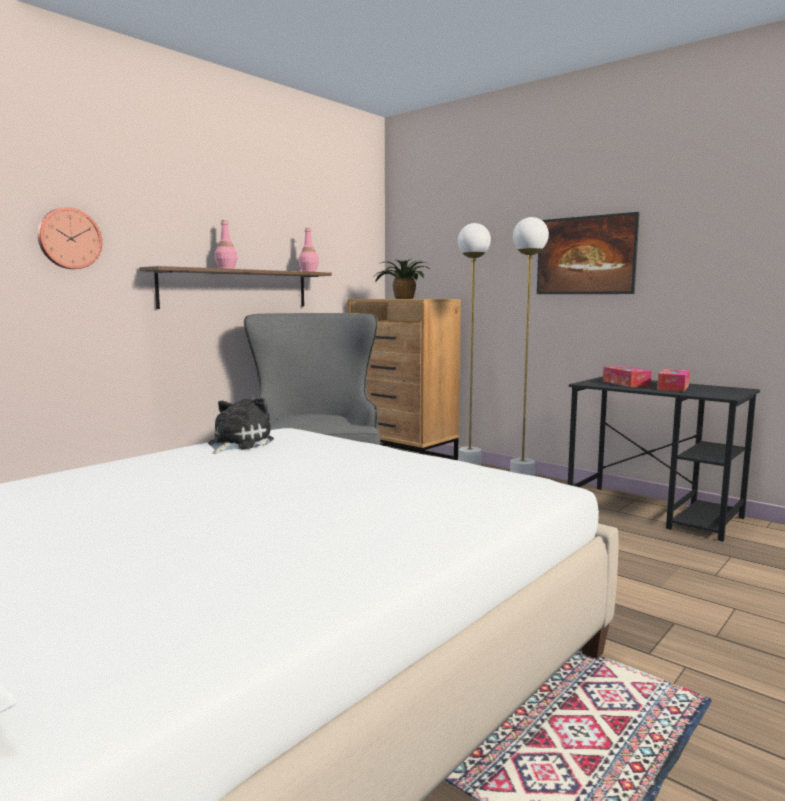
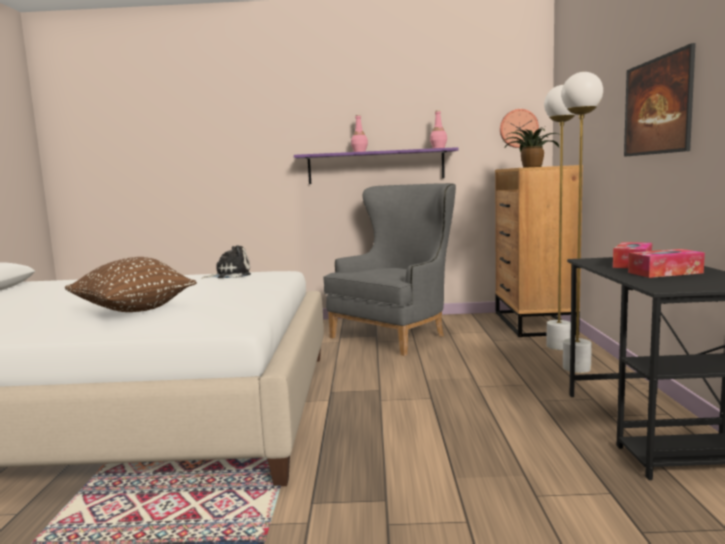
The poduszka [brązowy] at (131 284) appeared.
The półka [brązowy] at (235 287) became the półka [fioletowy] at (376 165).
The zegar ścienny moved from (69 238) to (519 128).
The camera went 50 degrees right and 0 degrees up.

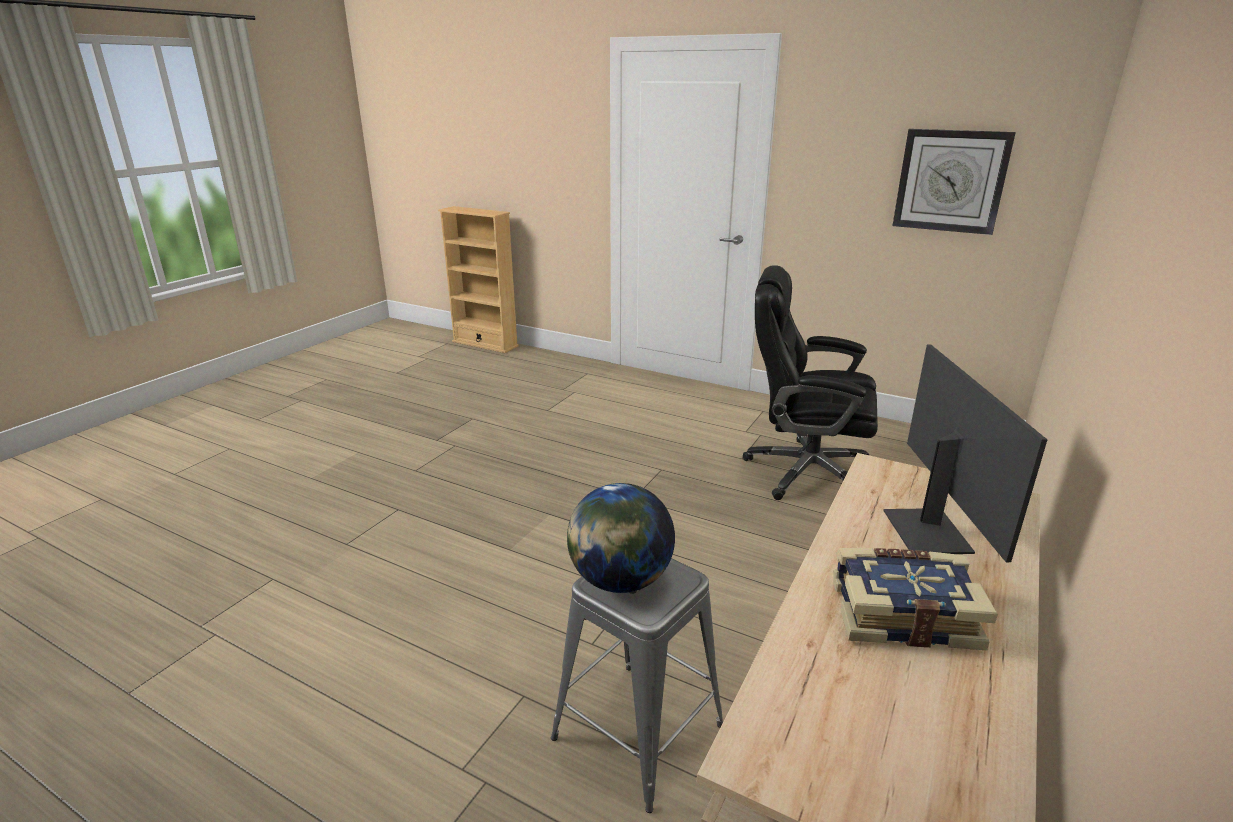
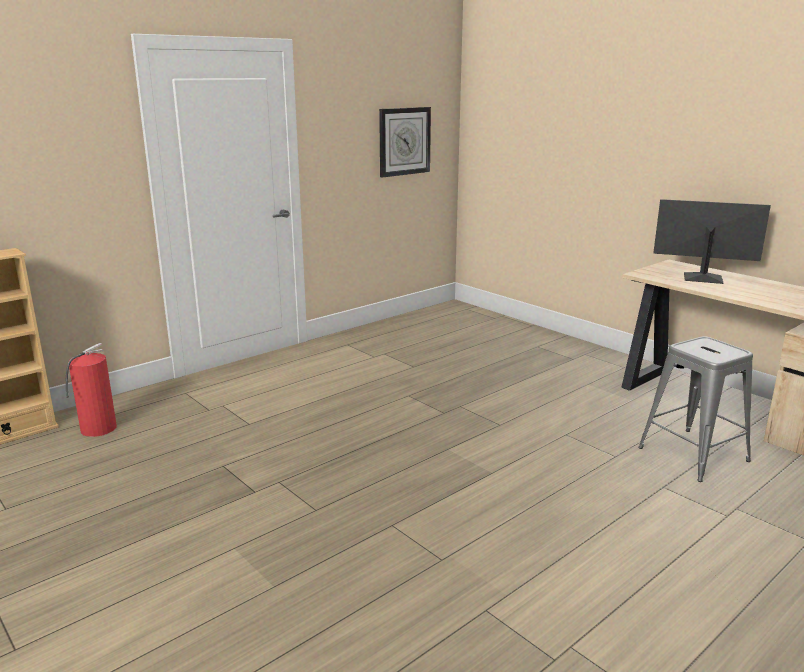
The gaśnica at (91 390) appeared.
The globus at (621 538) disappeared.
The krzesło biurowe [czarny] at (810 382) disappeared.
The książka at (915 599) disappeared.
The camera went 70 degrees left and 5 degrees down.

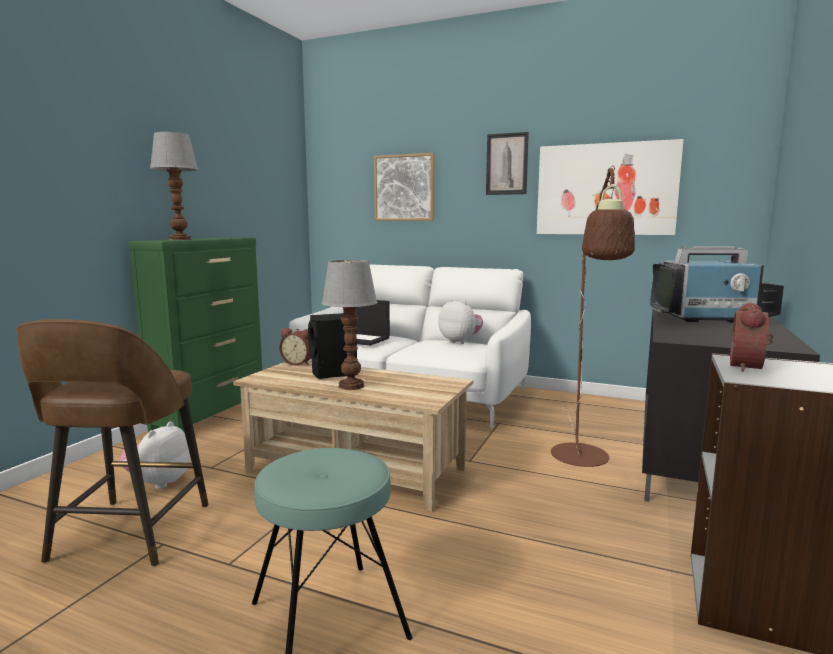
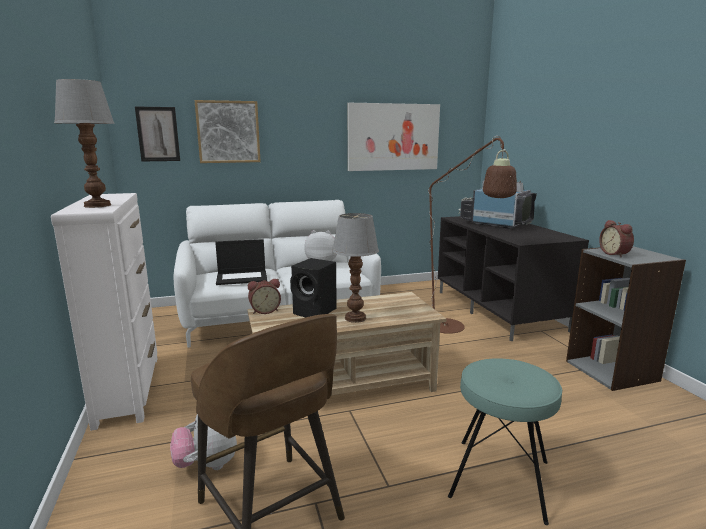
The komoda [zielony] at (195 335) became the komoda [biały] at (104 312).
The obraz moved from (507 163) to (157 134).
The telewizor at (717 284) turned 105 degrees counterclockwise.
The camera went 40 degrees left and 5 degrees up.

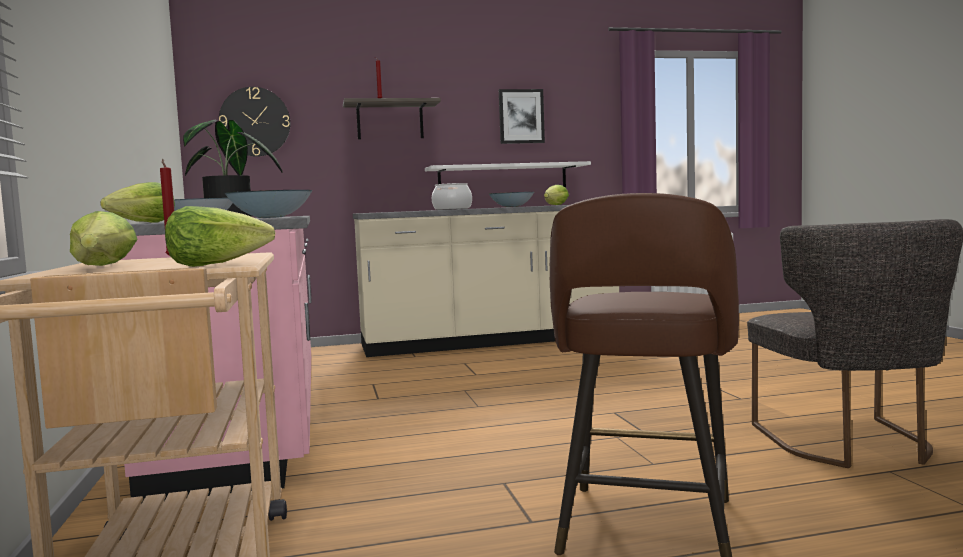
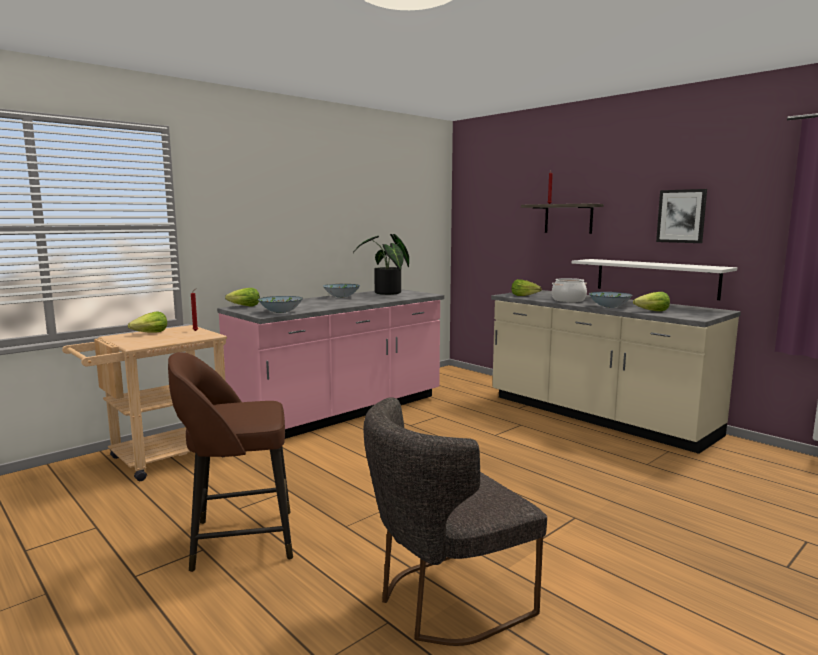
The sałata moved from (220 236) to (526 287).
The zegar ścienny at (254 122) disappeared.
The camera went 60 degrees right and 5 degrees up.

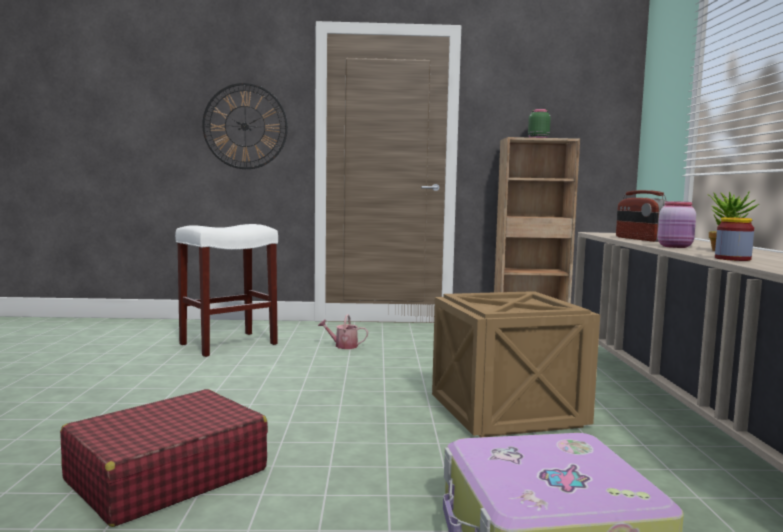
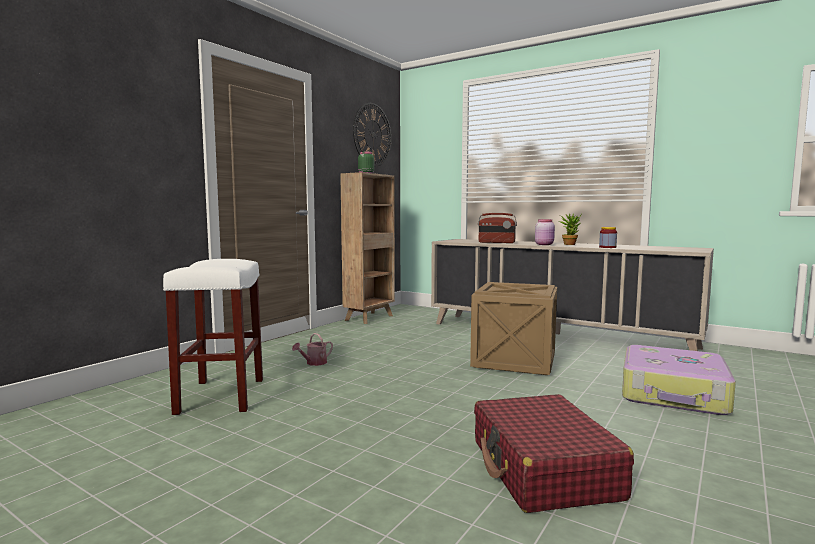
The zegar ścienny moved from (245 126) to (372 135).
The camera went 55 degrees left and 0 degrees up.

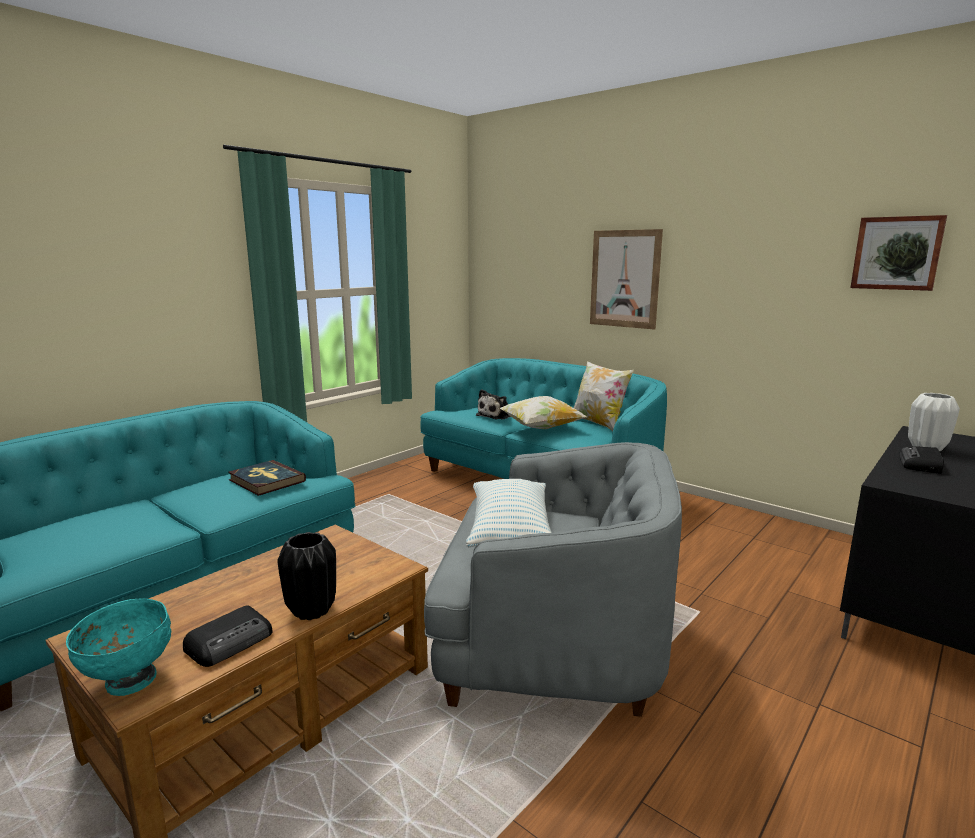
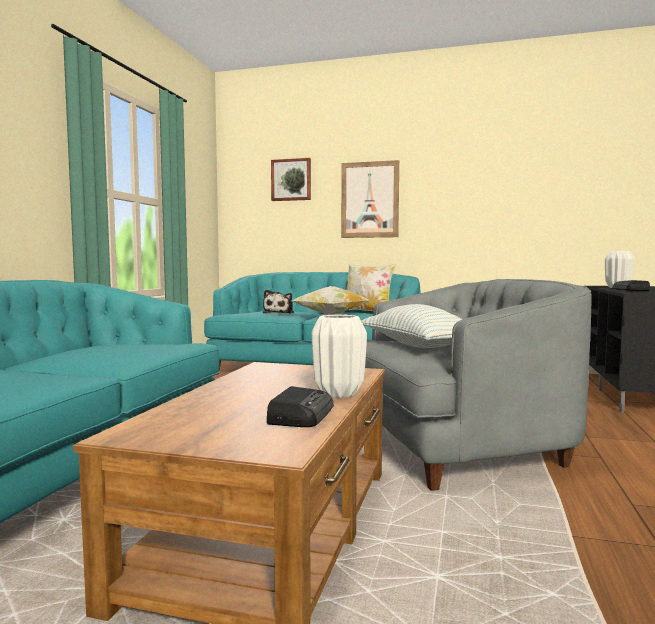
The obraz moved from (898 253) to (291 179).
The wazon [czarny] at (306 576) became the wazon [biały] at (339 356).
The miska [turkusowy] at (118 647) disappeared.
The książka at (267 478) disappeared.
The camera went 25 degrees left and 10 degrees down.

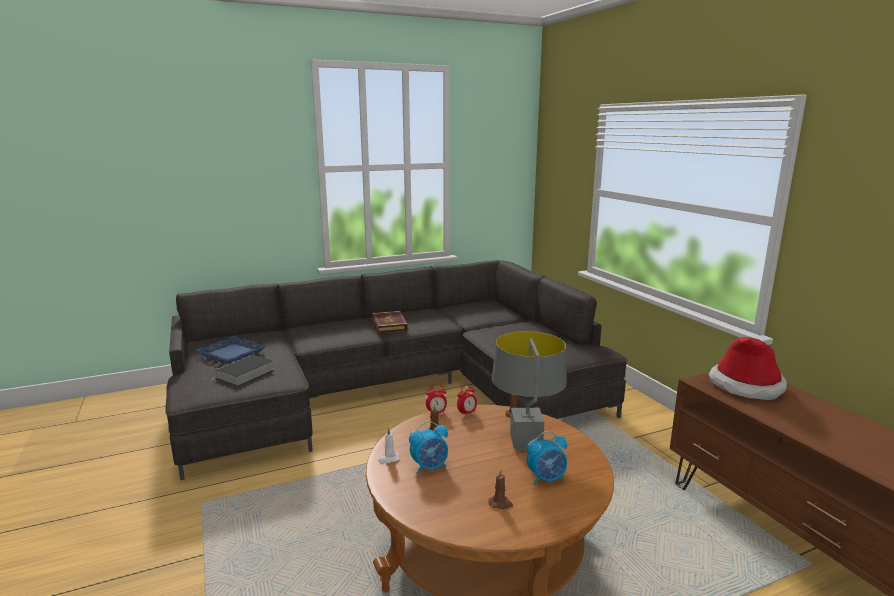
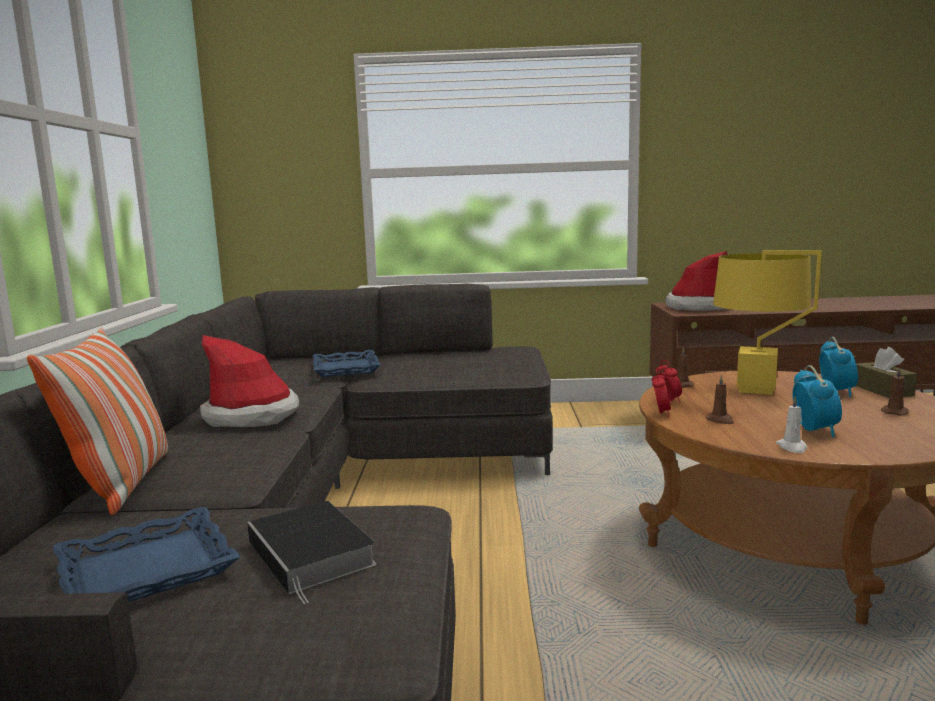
The poduszka at (97 421) appeared.
The książka at (390 322) was replaced by the kapelusz at (249 381).
The taca [niebieski] at (346 363) appeared.
The lampa stołowa [szary] at (529 391) became the lampa stołowa [żółty] at (767 322).
The pudełko chusteczek [brązowy] at (886 372) appeared.
The camera went 65 degrees left and 5 degrees down.

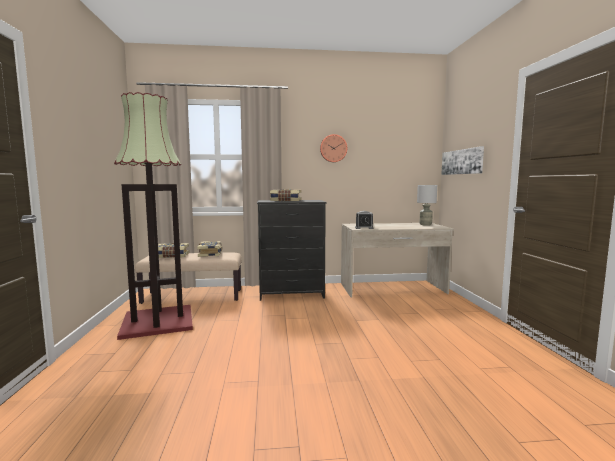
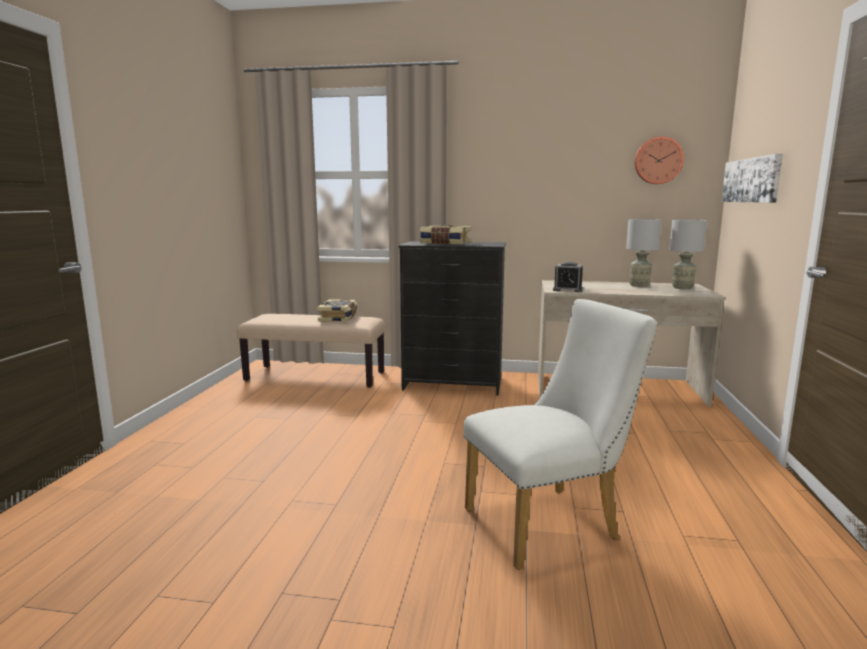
The krzesło [biały] at (560 434) appeared.
The lampa stołowa [szary] at (644 253) appeared.
The zegar ścienny moved from (333 148) to (659 160).
The lampa stojąca at (153 216) disappeared.
The książka at (173 250) disappeared.
The camera went 15 degrees right and 5 degrees up.

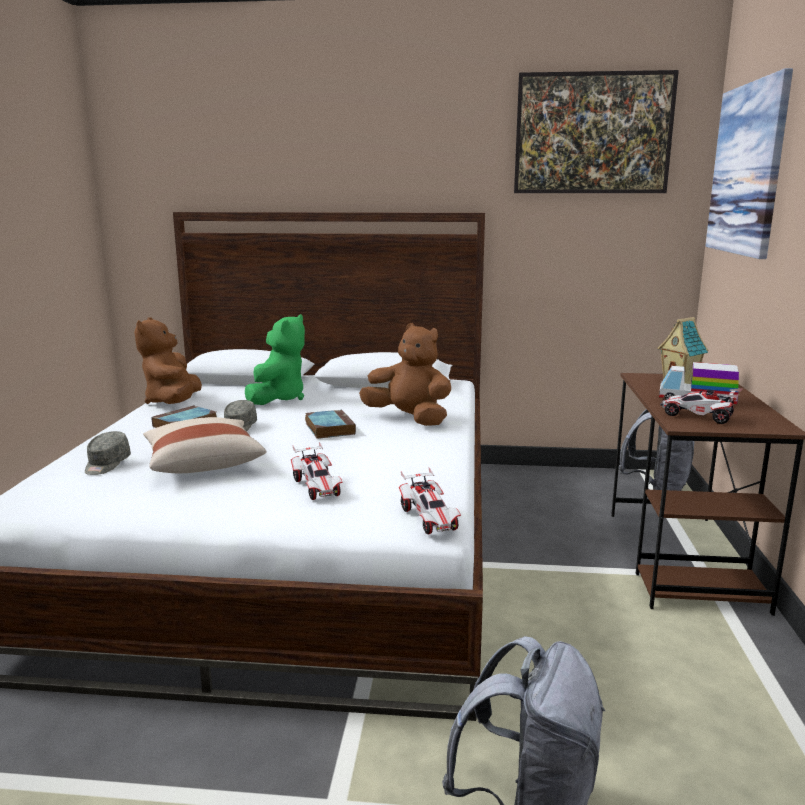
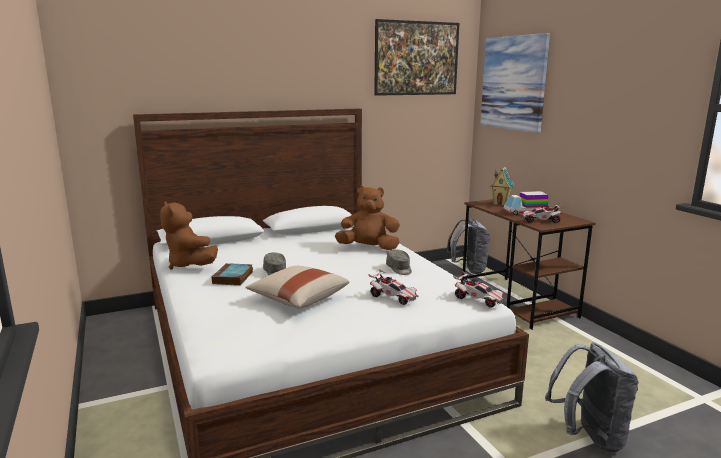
The czapka z daszkiem [szary] moved from (108 453) to (399 262).
The pluszak [zielony] at (275 359) disappeared.
The książka at (330 424) disappeared.
The camera went 30 degrees left and 0 degrees up.

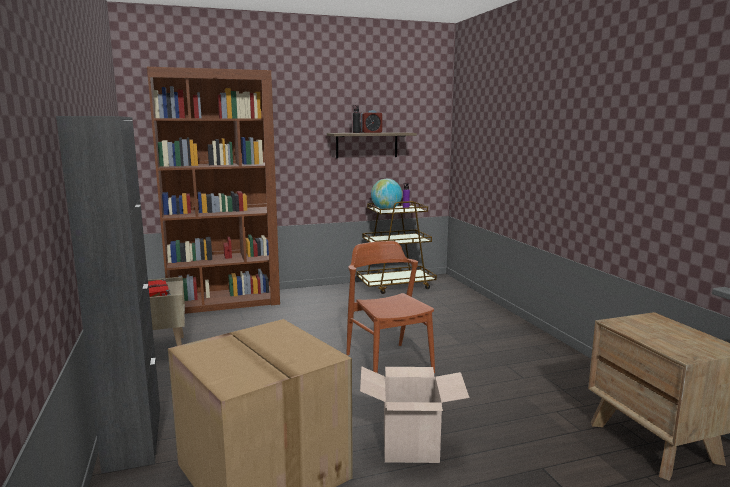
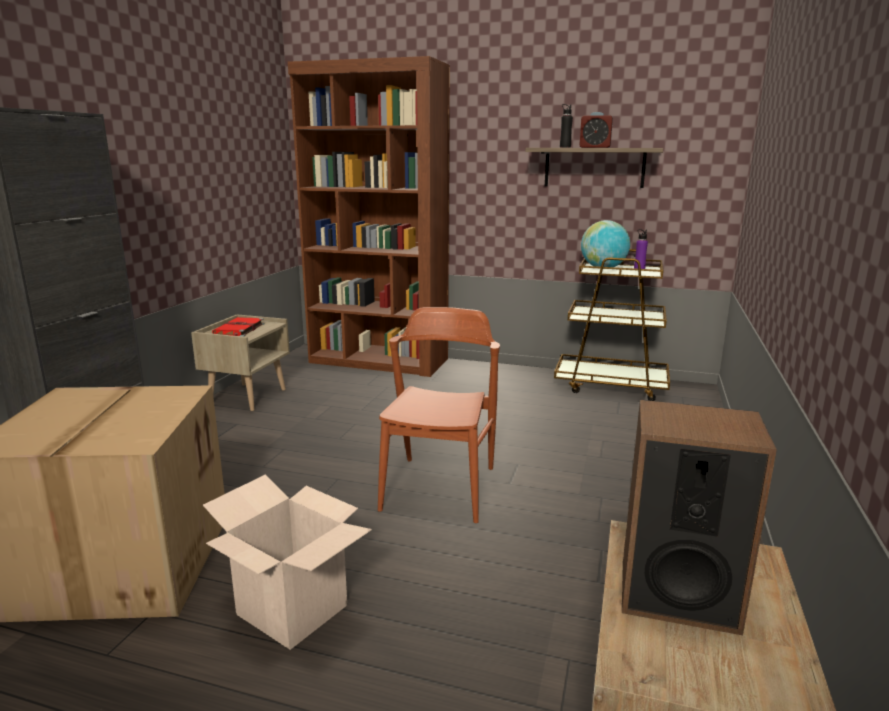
The głośnik at (699 517) appeared.
The camera went 35 degrees right and 5 degrees up.

